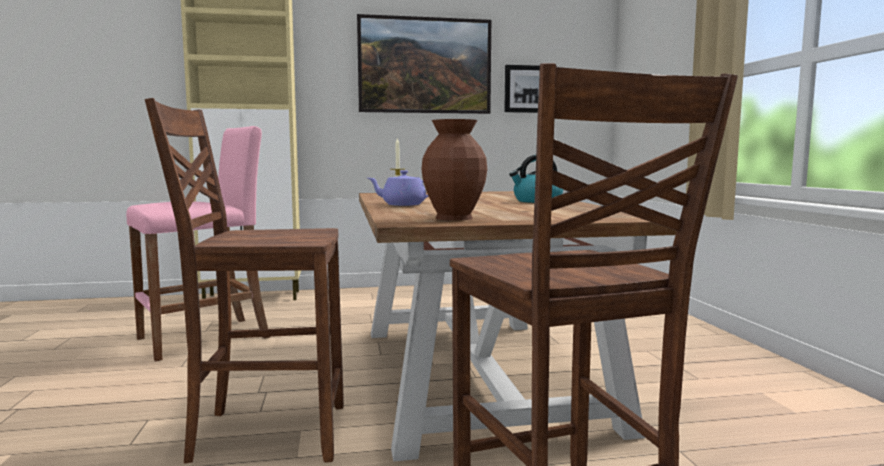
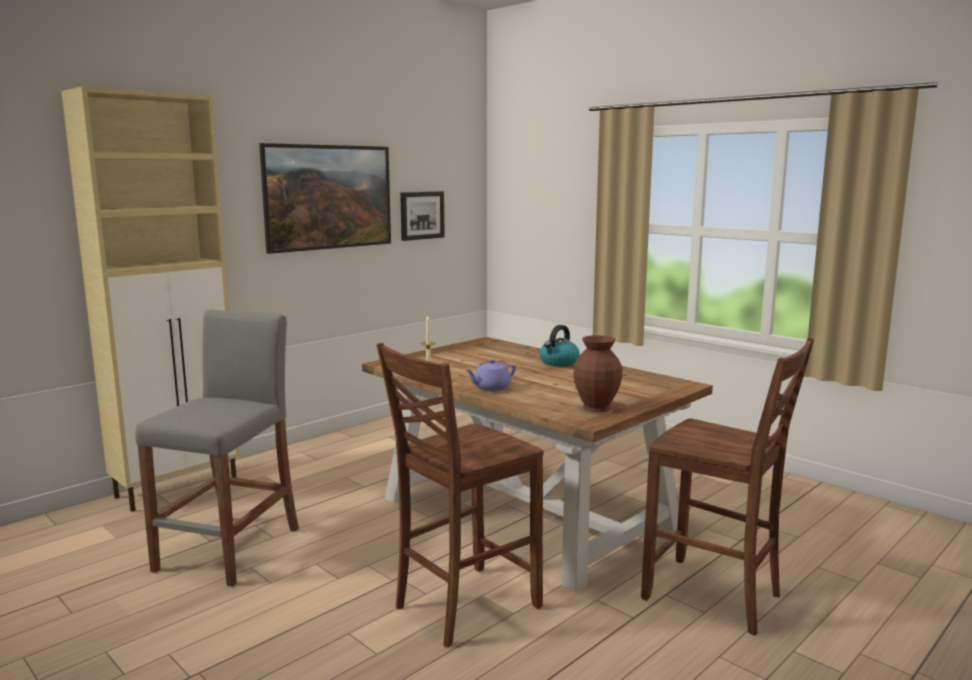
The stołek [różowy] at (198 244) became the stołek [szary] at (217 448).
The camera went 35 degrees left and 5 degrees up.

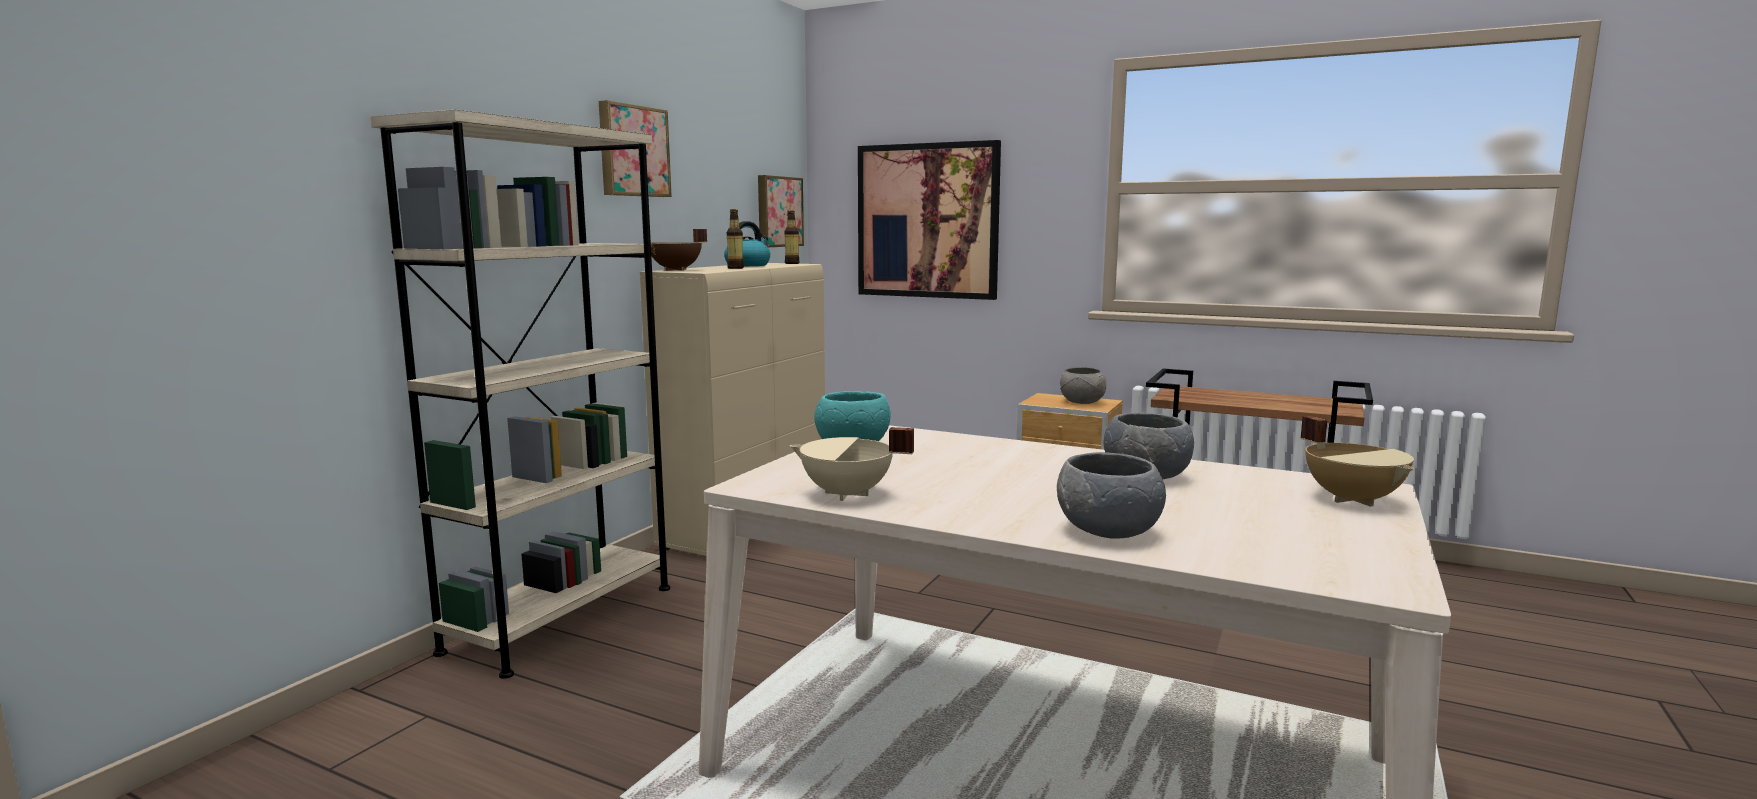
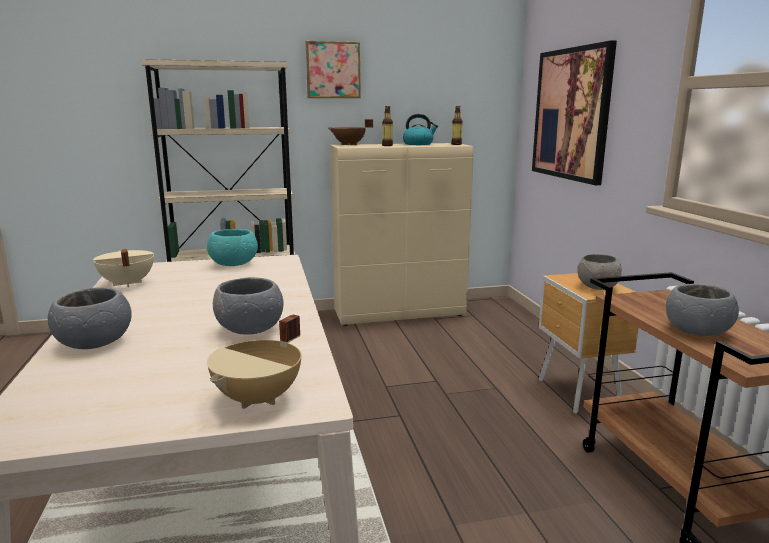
The miska [szary] at (702 310) appeared.
The obraz at (781 211) disappeared.
The camera went 50 degrees right and 5 degrees up.

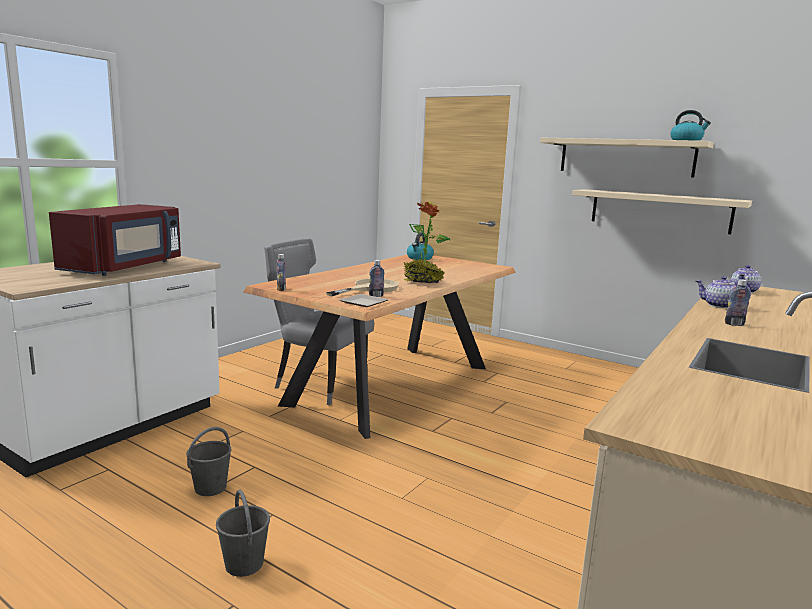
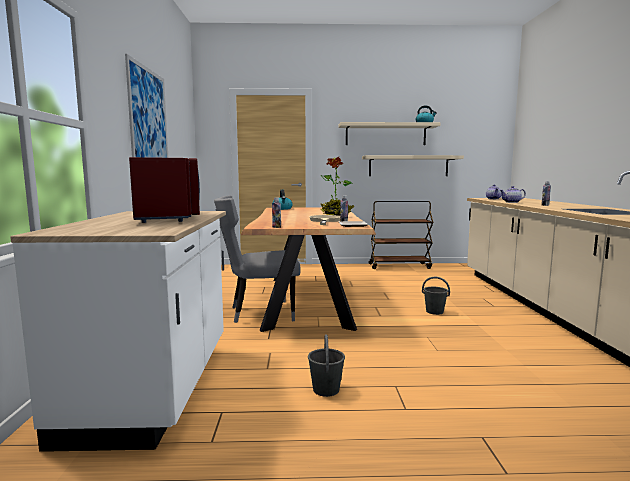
The obraz at (146 106) appeared.
The wózek [brązowy] at (401 235) appeared.
The wiadro [szary] moved from (243 533) to (436 296).
The camera went 35 degrees left and 5 degrees down.

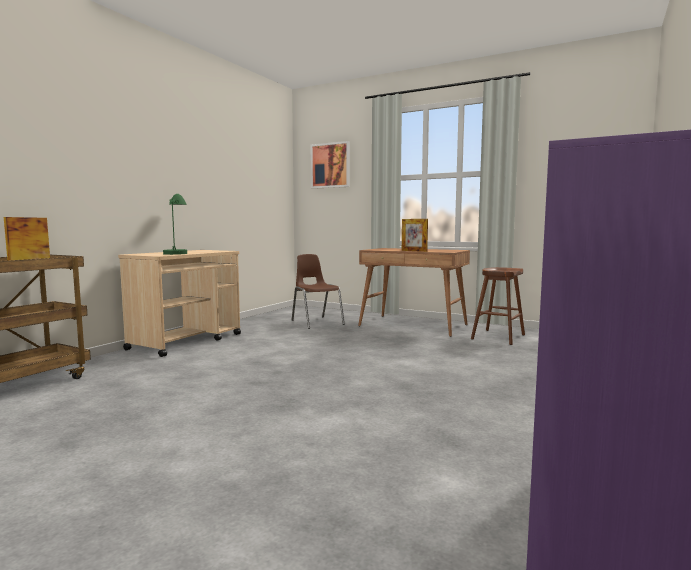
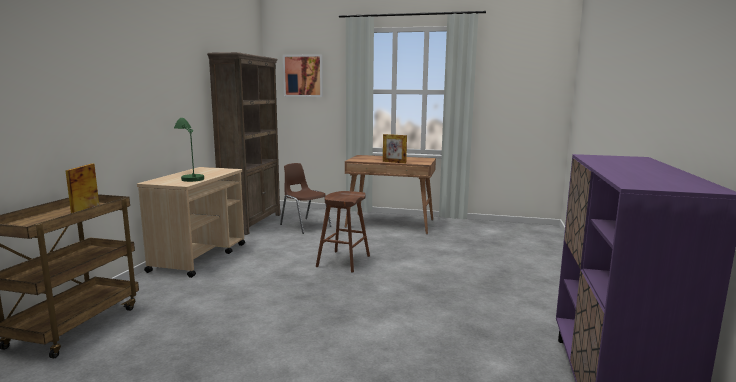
The regał [brązowy] at (244 143) appeared.
The stołek [brązowy] moved from (498 306) to (343 232).
The camera went 15 degrees left and 5 degrees up.

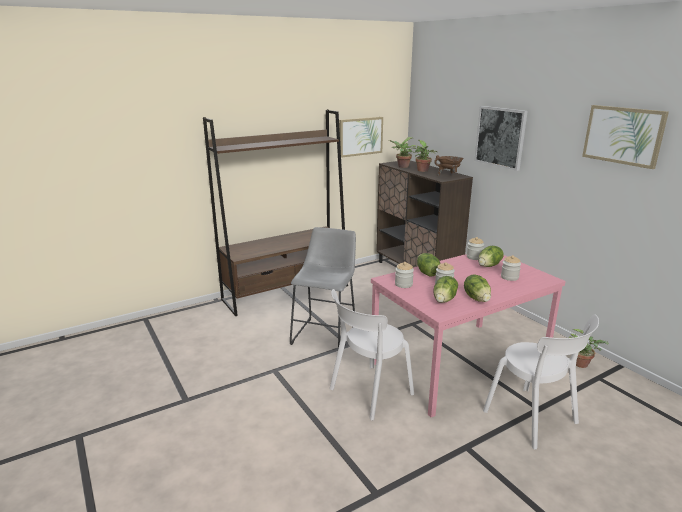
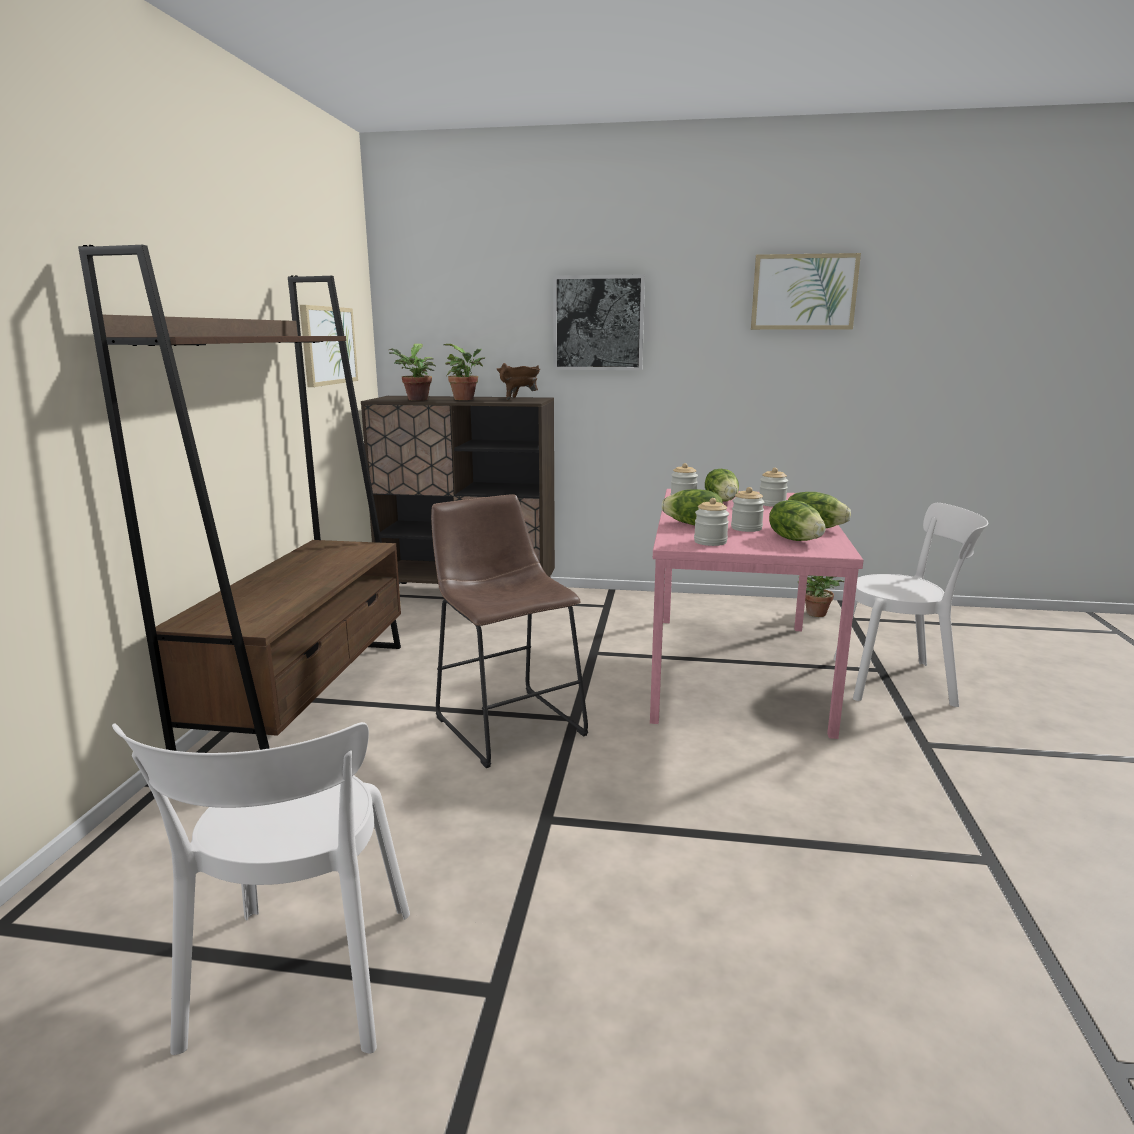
The krzesło [biały] moved from (372 354) to (261 888).
The stołek [szary] at (323 287) became the stołek [brązowy] at (509 631).
The camera went 50 degrees left and 5 degrees down.

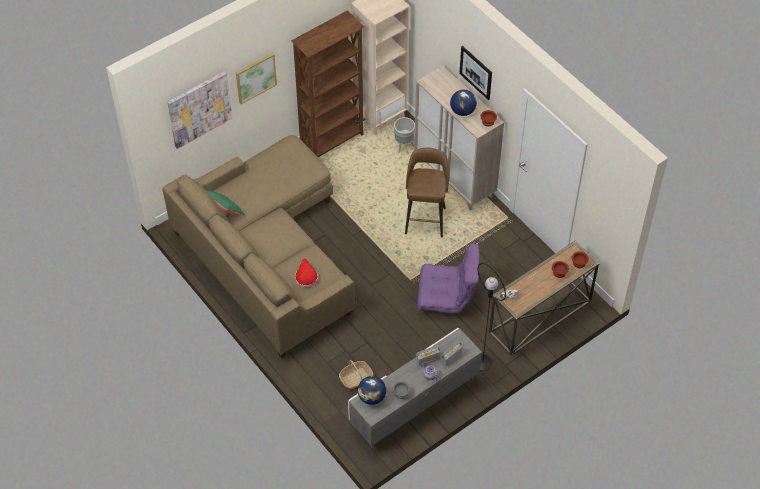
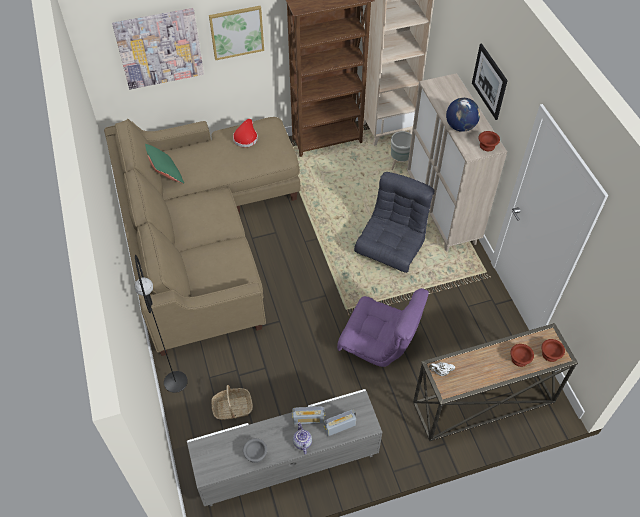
The lampa stojąca [czarny] moved from (491 317) to (161 324).
The kapelusz [czerwony] moved from (306 273) to (245 133).
The stołek [brązowy] at (427 193) was replaced by the fotel [szary] at (394 222).
The globus at (372 390) disappeared.
The camera went 20 degrees right and 0 degrees up.

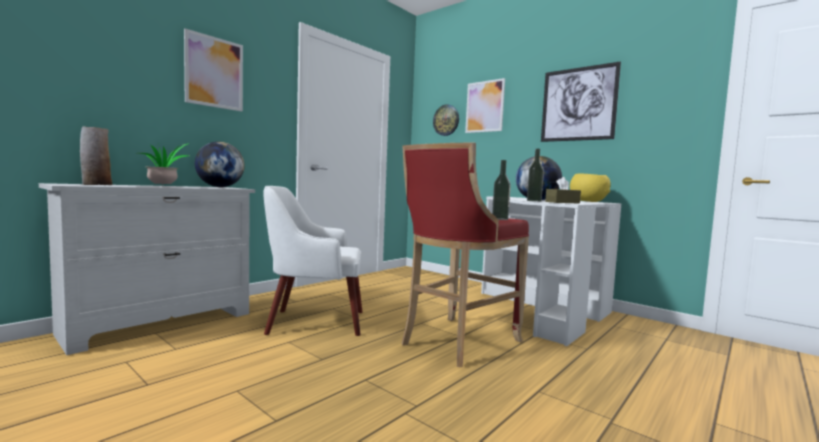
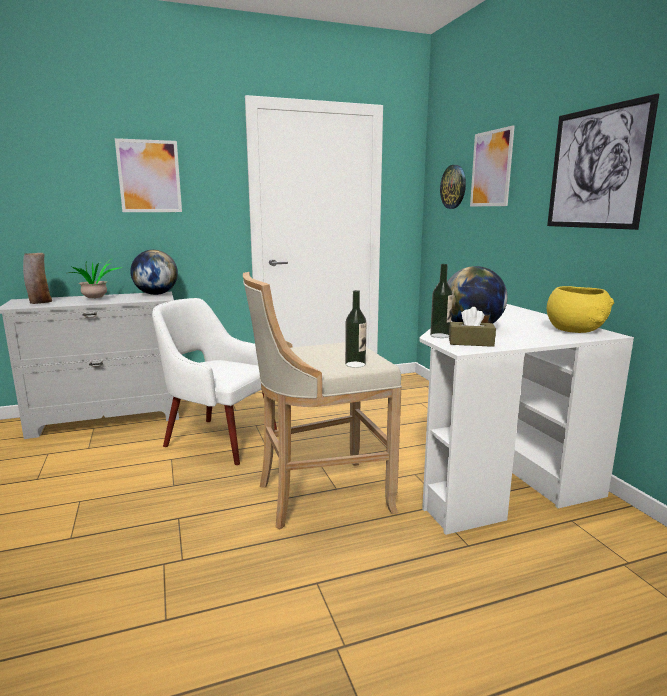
The stołek [czerwony] at (465 254) became the stołek [beżowy] at (322 401).
The camera went 30 degrees right and 10 degrees up.

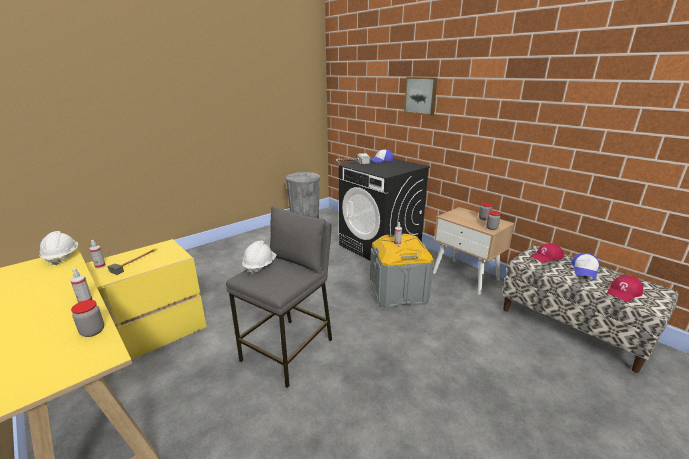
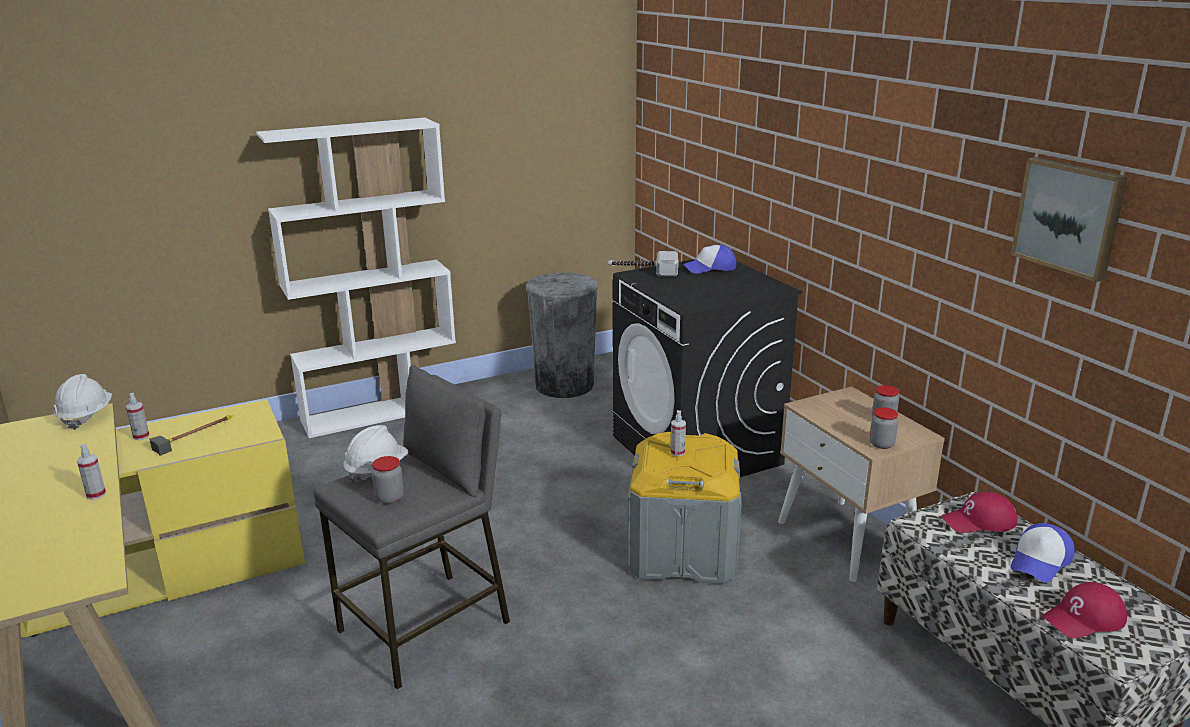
The regał [biały] at (356 277) appeared.
The słoik moved from (87 318) to (388 480).
The obraz moved from (420 96) to (1069 219).
The camera went 15 degrees right and 0 degrees up.

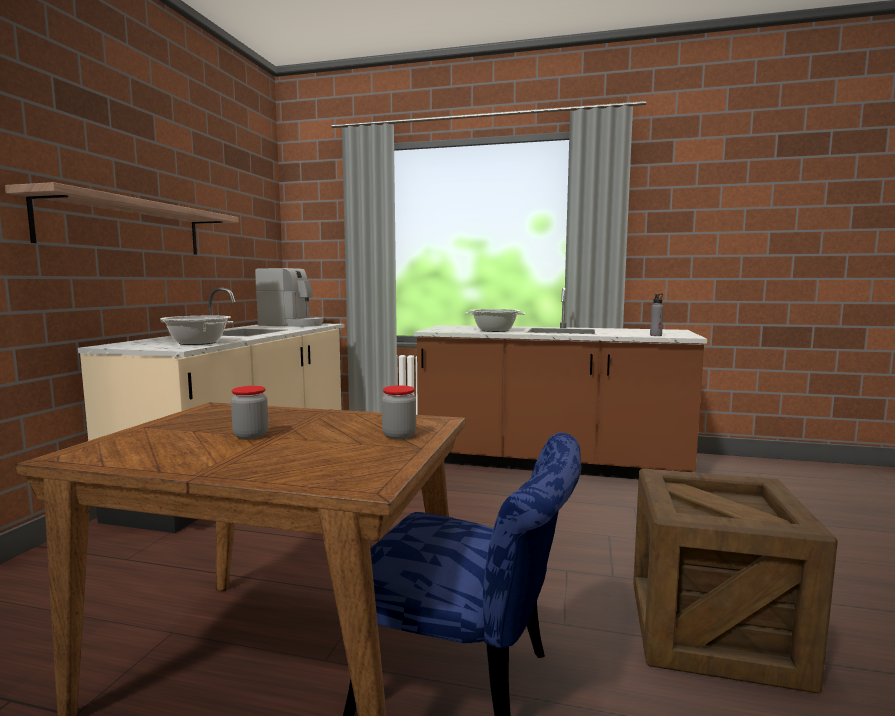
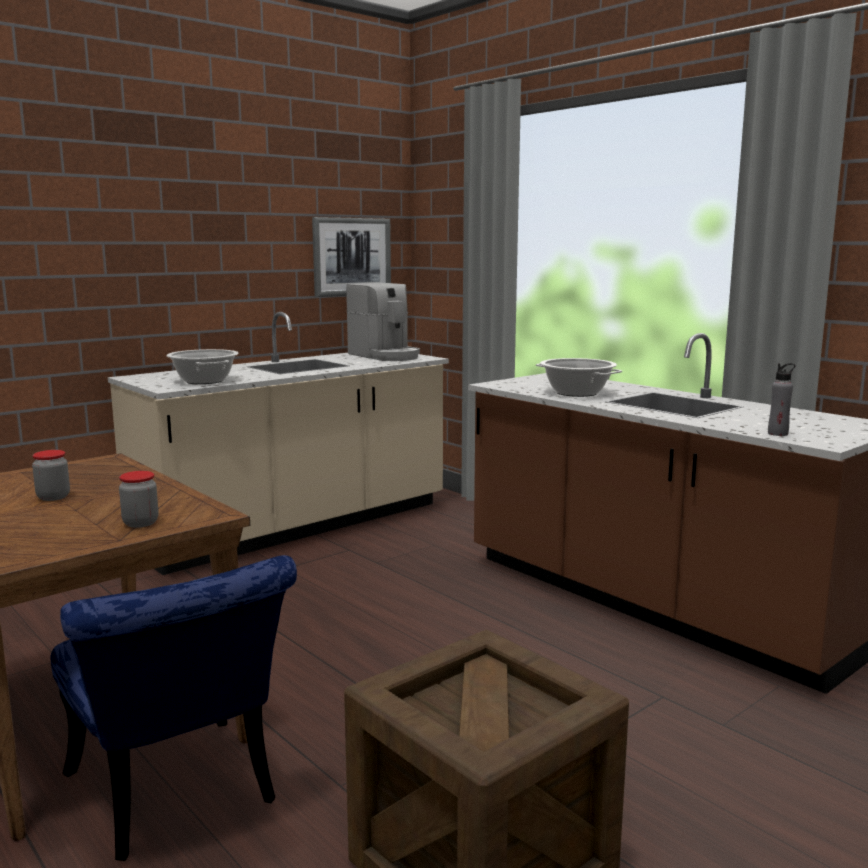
The obraz at (351 257) appeared.
The półka at (122 218) disappeared.
The camera went 35 degrees right and 5 degrees up.

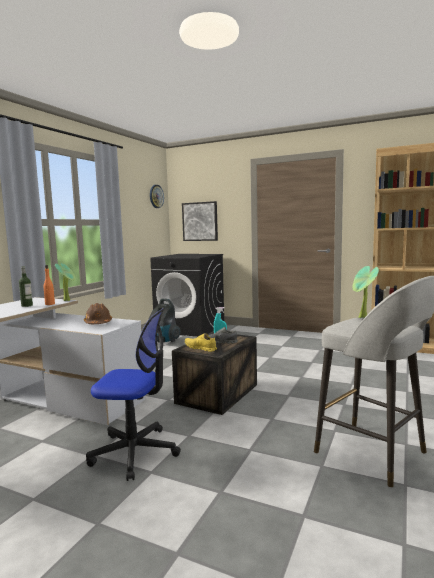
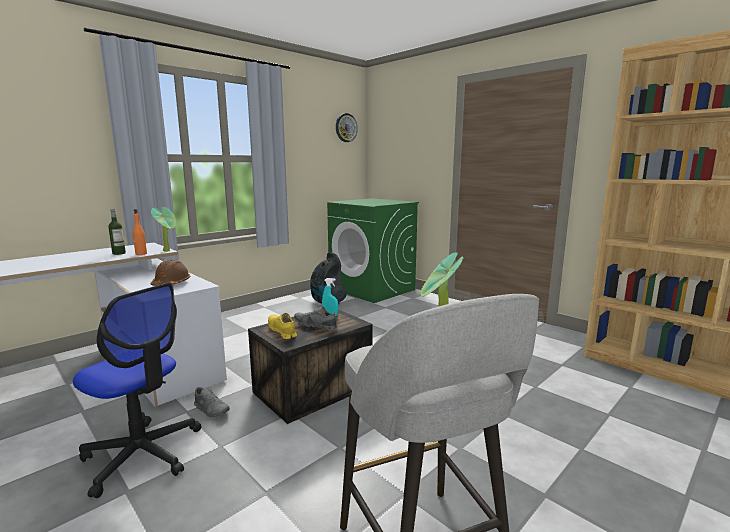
The but [szary] at (212 402) appeared.
The pralka [czarny] at (187 295) became the pralka [zielony] at (373 250).
The obraz at (200 221) disappeared.
The camera went 20 degrees right and 5 degrees up.

